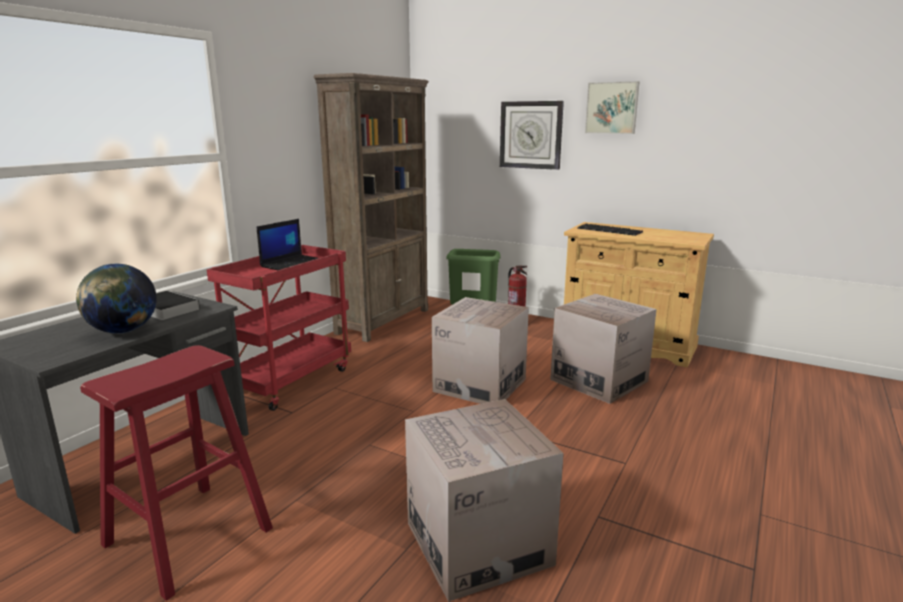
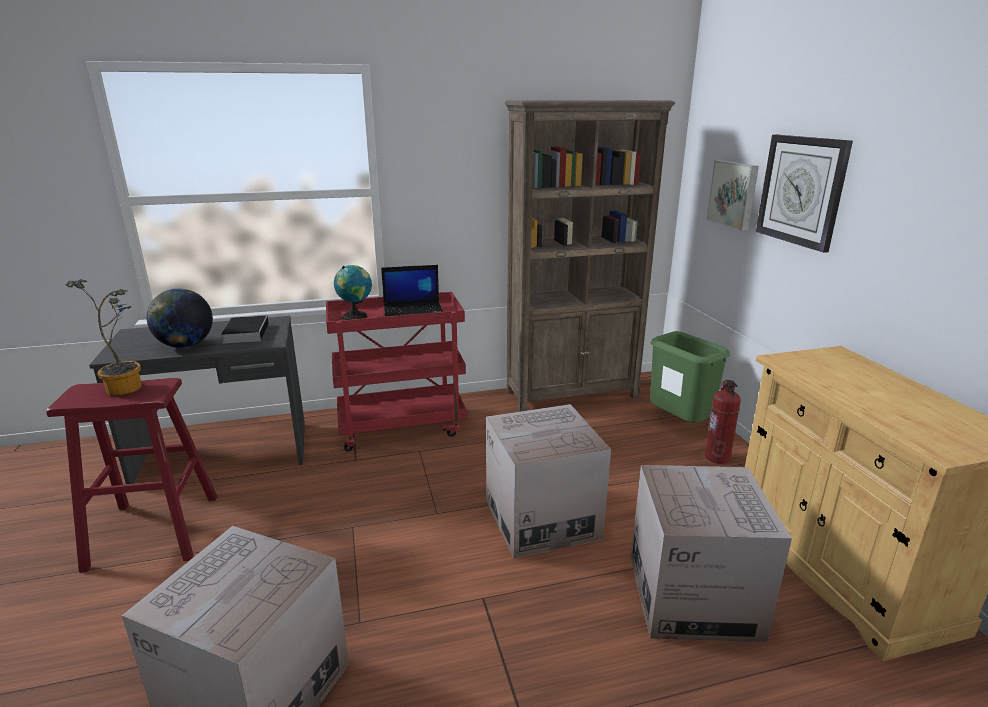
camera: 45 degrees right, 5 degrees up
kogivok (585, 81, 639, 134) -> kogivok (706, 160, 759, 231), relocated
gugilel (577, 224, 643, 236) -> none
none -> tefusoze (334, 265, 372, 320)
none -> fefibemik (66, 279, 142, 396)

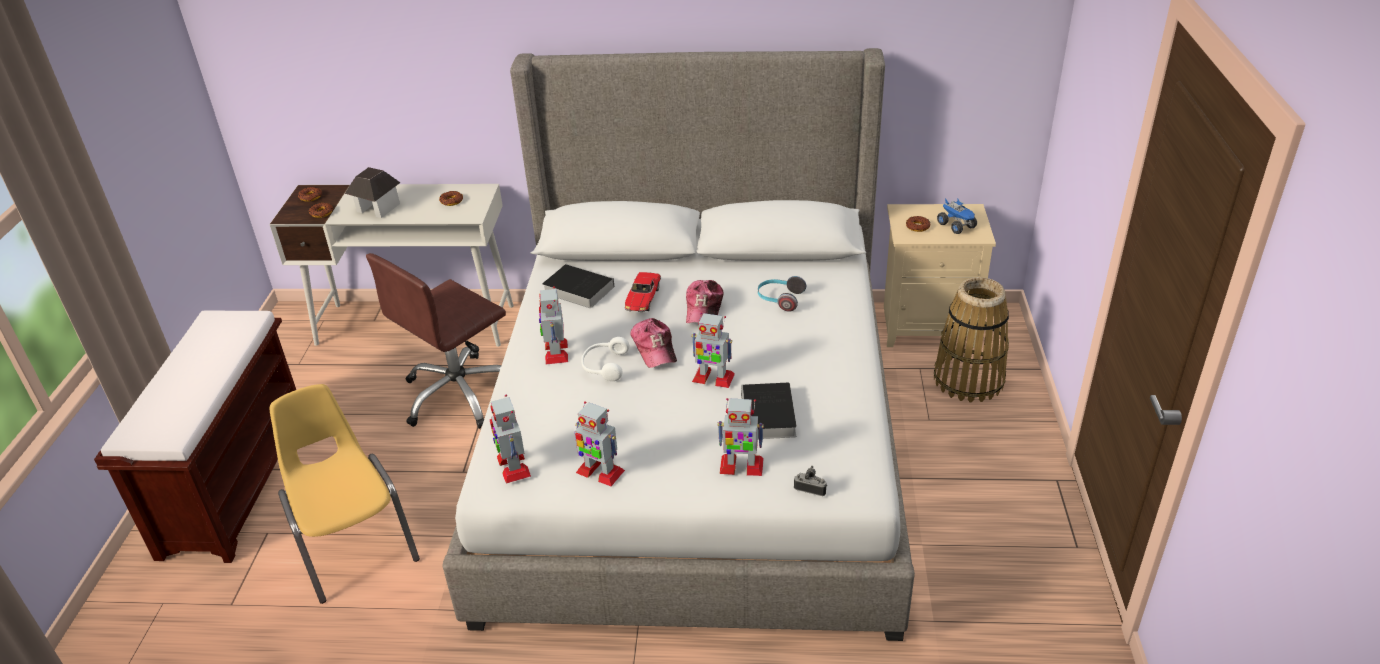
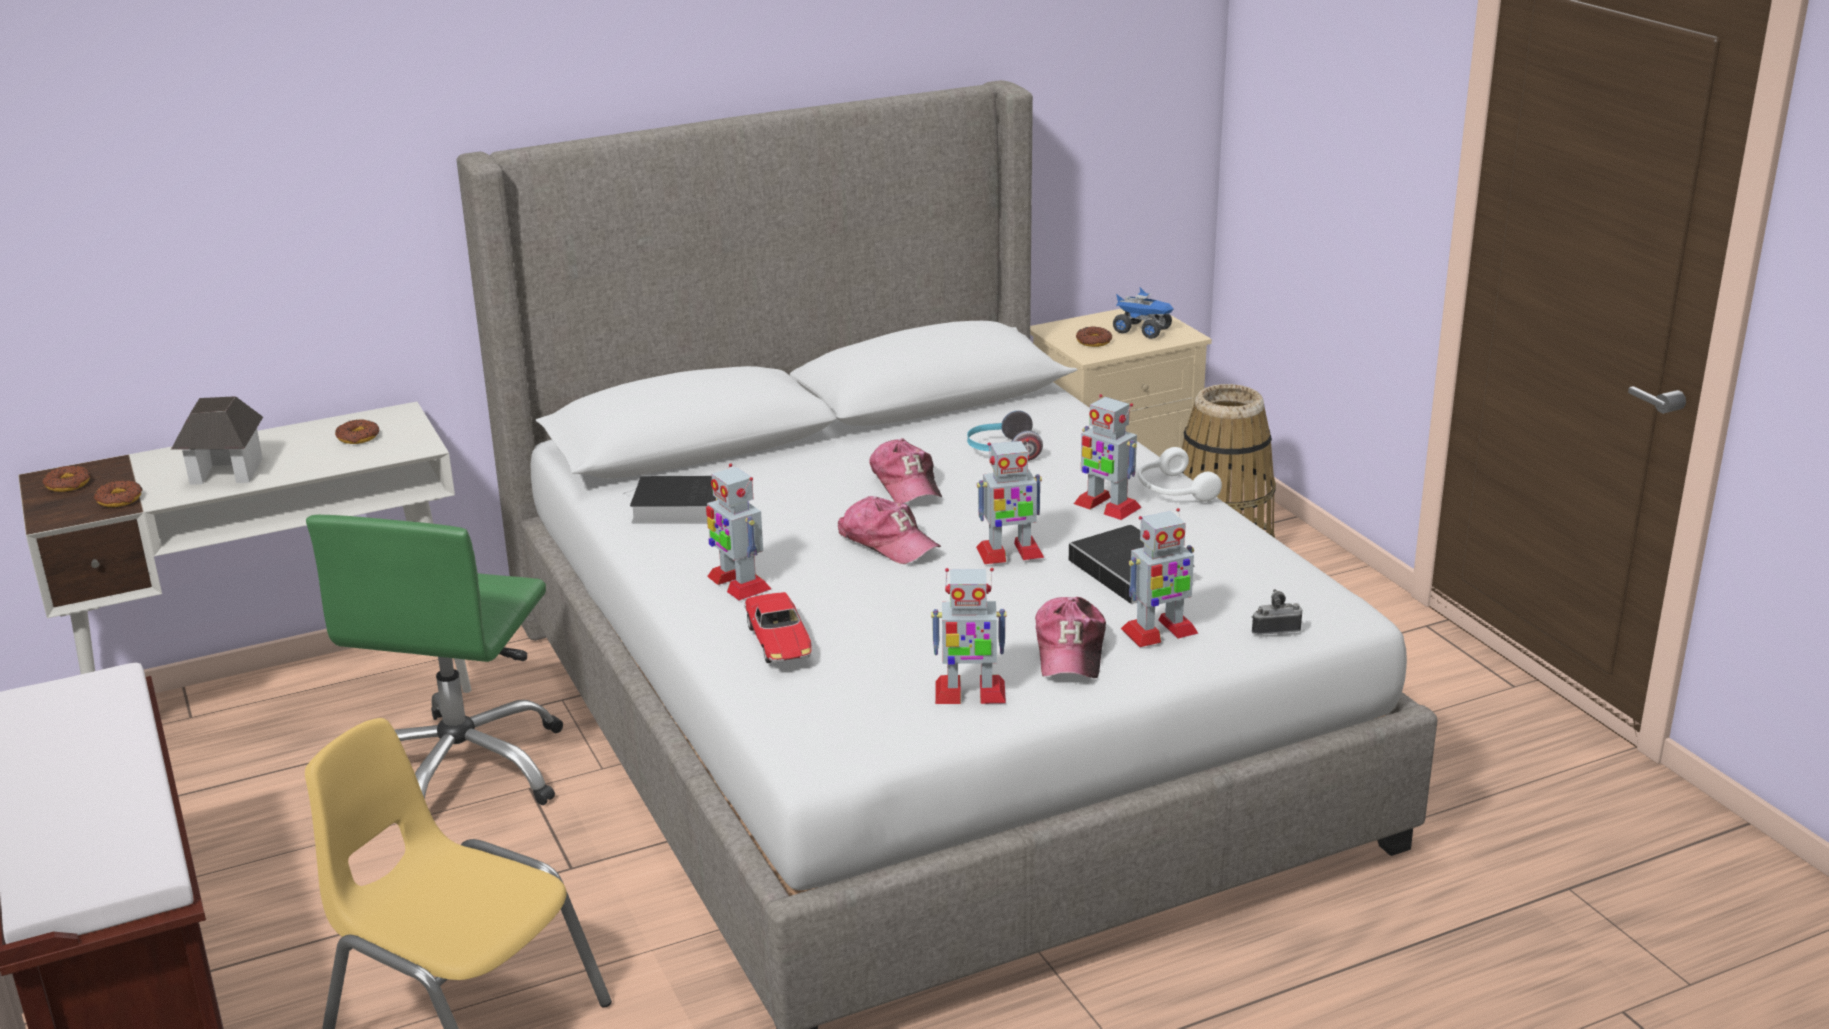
camera: 30 degrees left, 10 degrees down
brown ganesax (366, 253, 506, 429) -> green ganesax (306, 515, 563, 805)
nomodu (624, 272, 661, 312) -> nomodu (744, 592, 812, 663), relocated
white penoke (581, 337, 629, 381) -> white penoke (1138, 447, 1222, 502), relocated
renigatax (490, 394, 531, 484) -> renigatax (1074, 394, 1142, 520), relocated
none -> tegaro (1035, 597, 1106, 678)

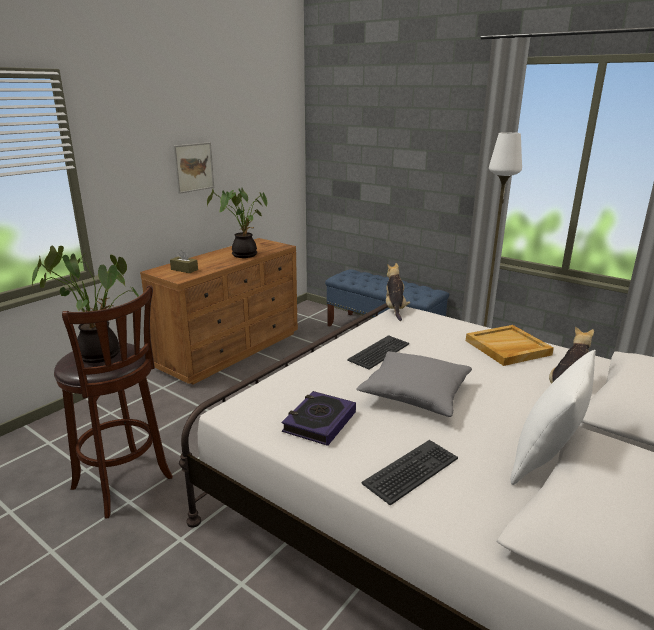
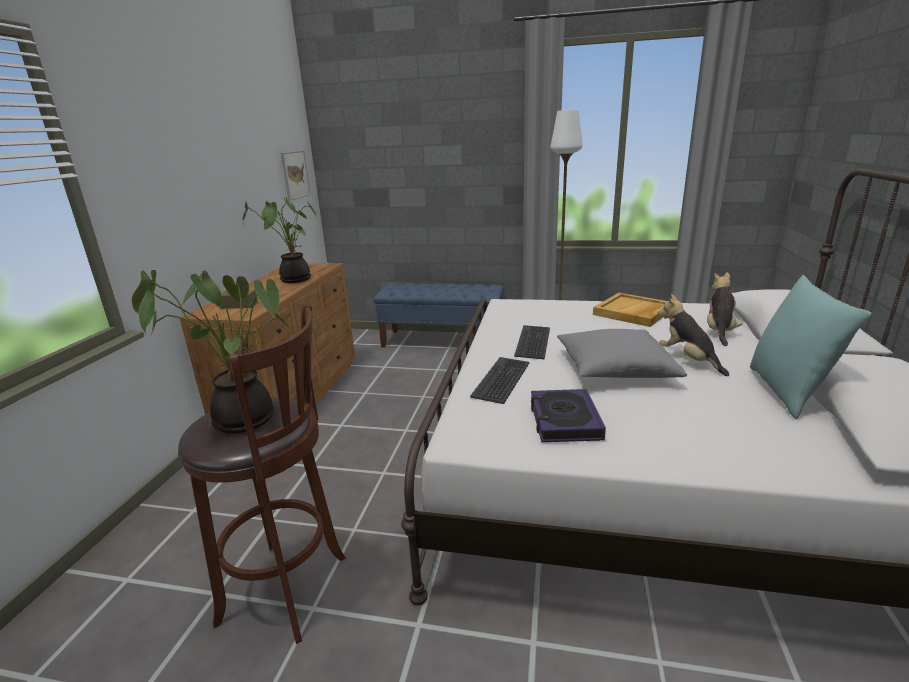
camera: 25 degrees left, 0 degrees up
kogivok (173, 142, 214, 194) -> kogivok (281, 150, 311, 201), relocated
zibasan (386, 263, 410, 321) -> zibasan (657, 294, 729, 376), relocated
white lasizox (511, 350, 596, 485) -> turquoise lasizox (750, 275, 872, 419)
gugilel (362, 440, 458, 506) -> gugilel (470, 357, 529, 404), relocated

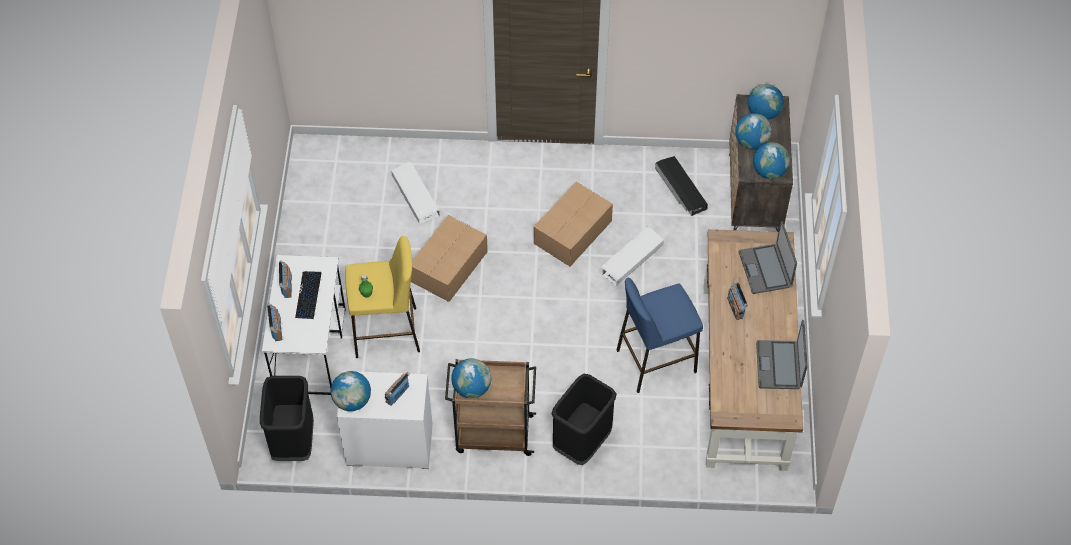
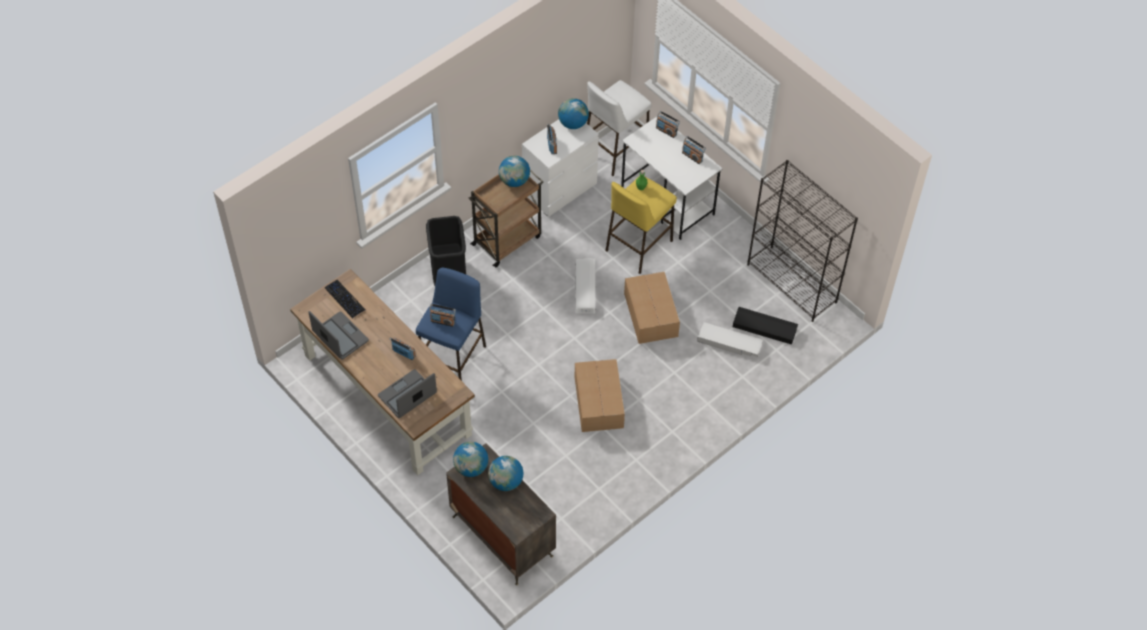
camera: 135 degrees right, 0 degrees up
tefusoze (748, 84, 784, 120) -> none
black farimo (655, 156, 708, 216) -> black farimo (733, 307, 798, 345), relocated
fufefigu (739, 221, 797, 294) -> fufefigu (378, 369, 437, 418), 75 degrees counterclockwise
white farimo (601, 226, 664, 286) -> white farimo (575, 258, 595, 314), relocated
gugilel (295, 271, 321, 319) -> gugilel (325, 280, 366, 319), relocated
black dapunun (260, 376, 314, 461) -> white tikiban (587, 80, 652, 176)
none -> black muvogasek (747, 160, 858, 322)
none -> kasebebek (429, 304, 456, 327)

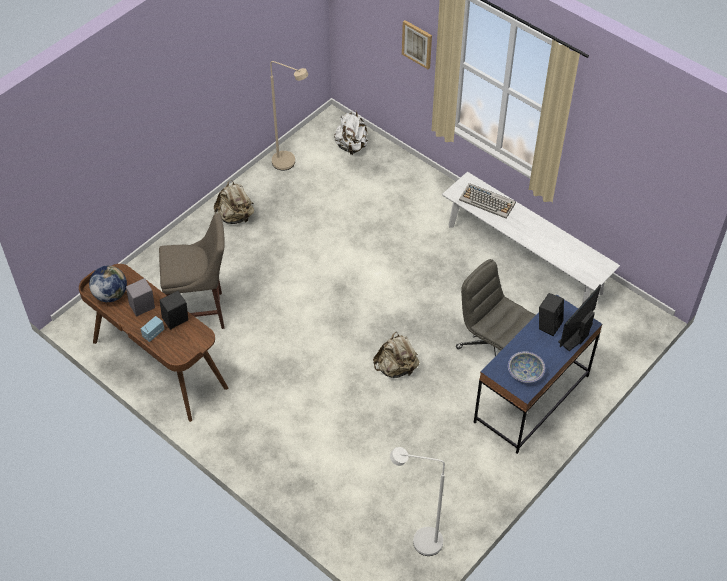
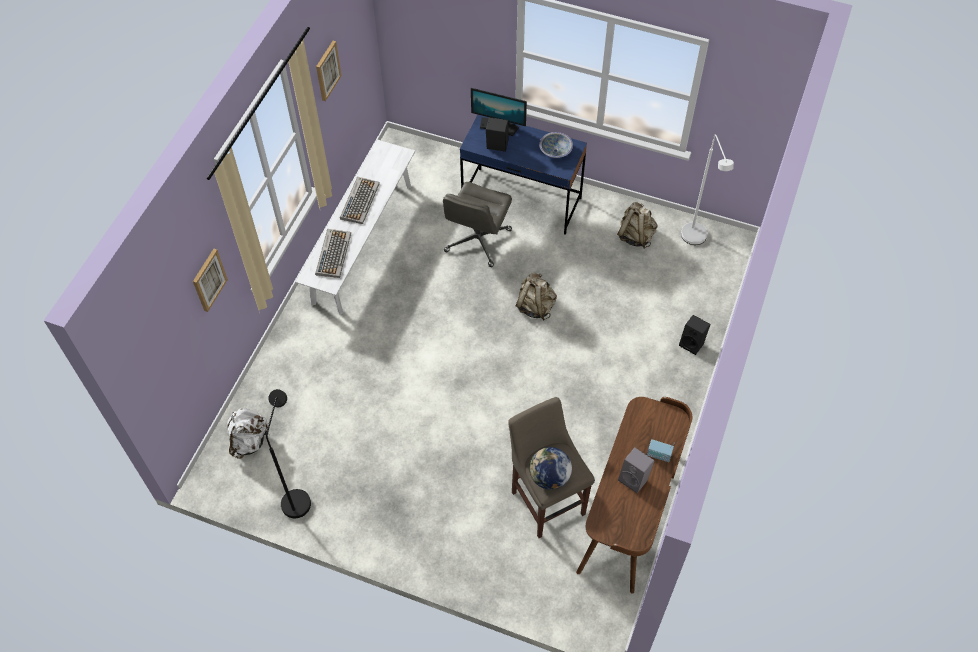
camera: 110 degrees left, 5 degrees up
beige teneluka (270, 61, 308, 170) -> black teneluka (266, 389, 311, 518)
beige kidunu (214, 180, 254, 224) -> beige kidunu (617, 202, 658, 248), relocated
tefusoze (89, 266, 127, 302) -> tefusoze (529, 447, 572, 490), relocated
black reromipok (160, 291, 188, 330) -> black reromipok (679, 315, 711, 355), relocated
none -> kogivok (316, 41, 342, 101)
none -> gugilel (340, 177, 380, 224)

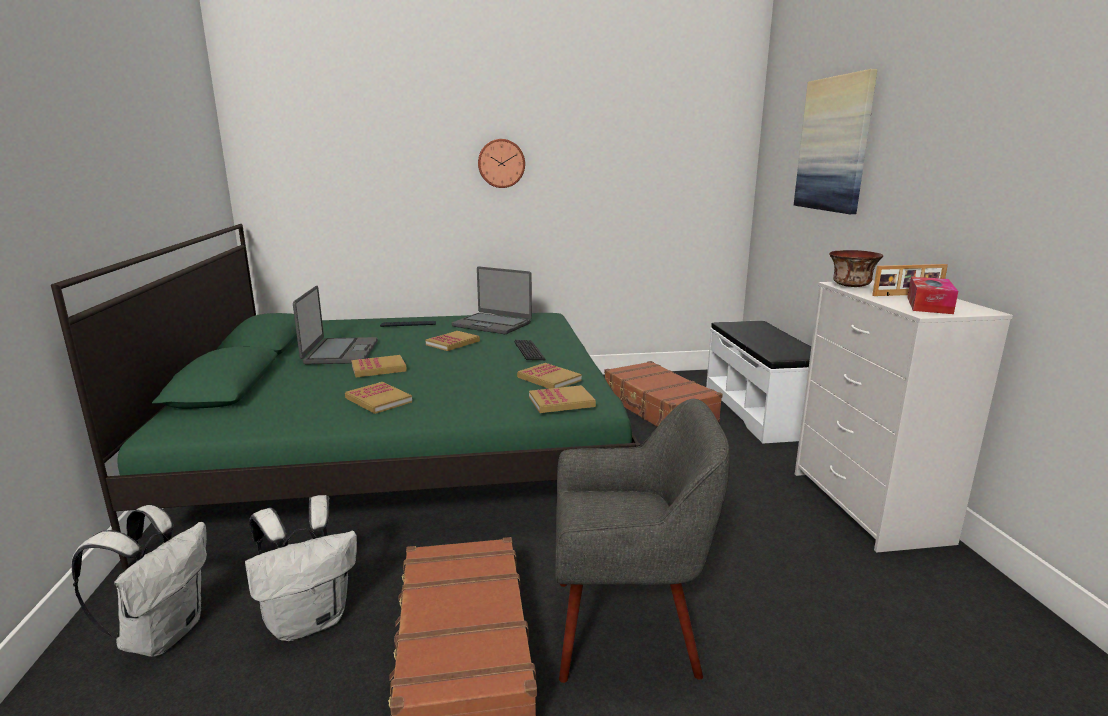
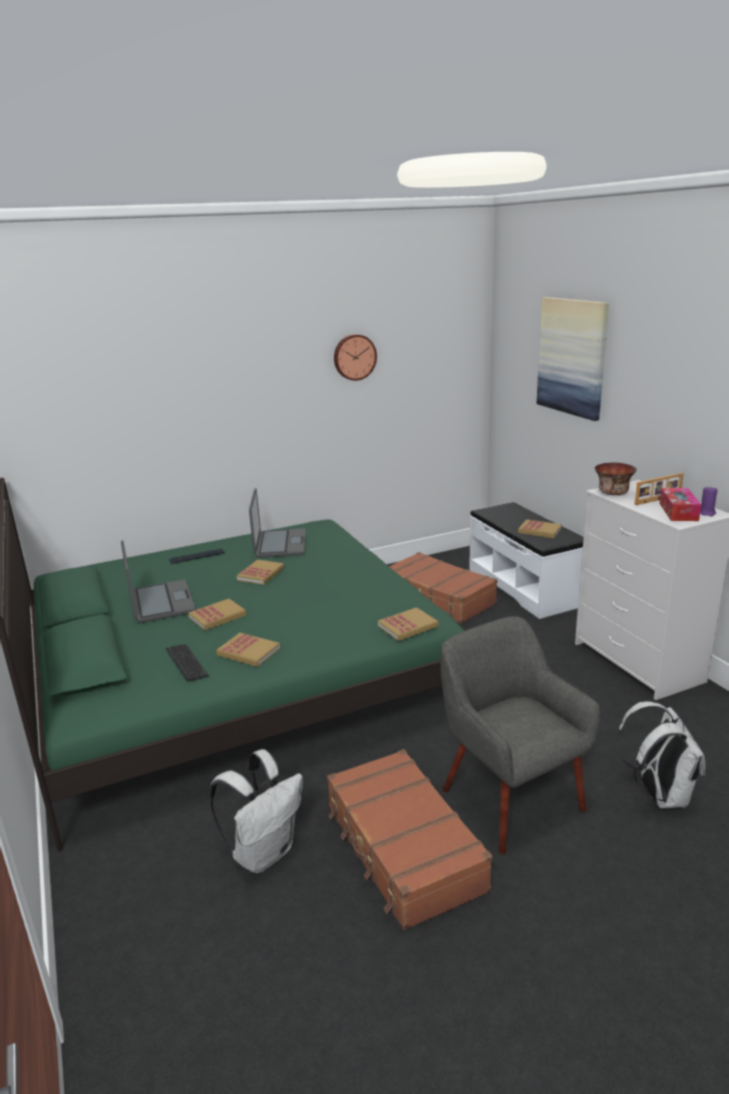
camera: 15 degrees left, 5 degrees up
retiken (478, 139, 525, 188) -> retiken (334, 334, 377, 381), relocated
fufefigu (452, 267, 532, 334) -> fufefigu (249, 488, 306, 558), 105 degrees counterclockwise
gugilel (514, 340, 546, 360) -> gugilel (166, 644, 209, 682), relocated
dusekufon (517, 363, 582, 389) -> dusekufon (518, 519, 562, 538), relocated
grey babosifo (555, 399, 730, 683) -> grey babosifo (440, 616, 600, 854), 105 degrees counterclockwise
white kidunu (72, 505, 207, 657) -> white kidunu (616, 701, 705, 809), relocated
none -> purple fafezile (700, 486, 717, 516)

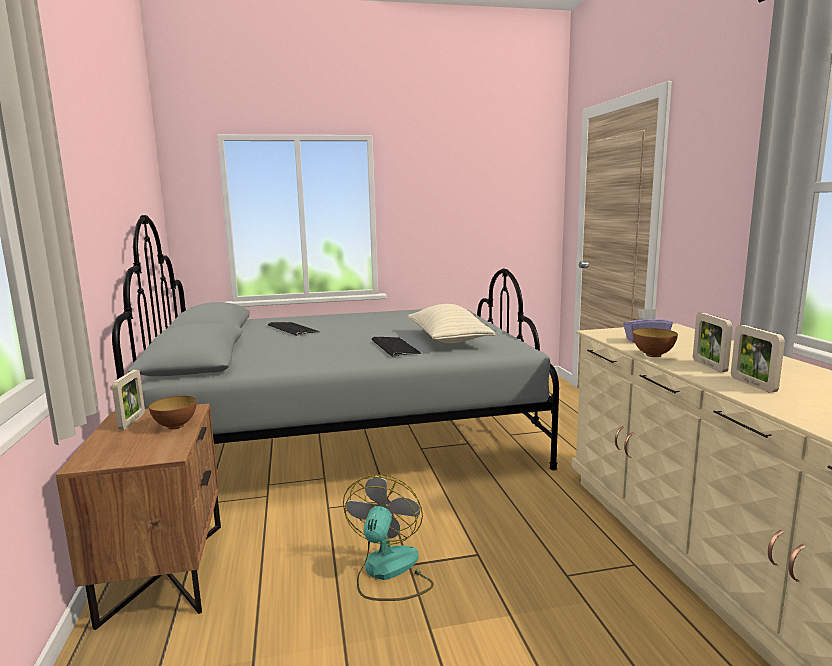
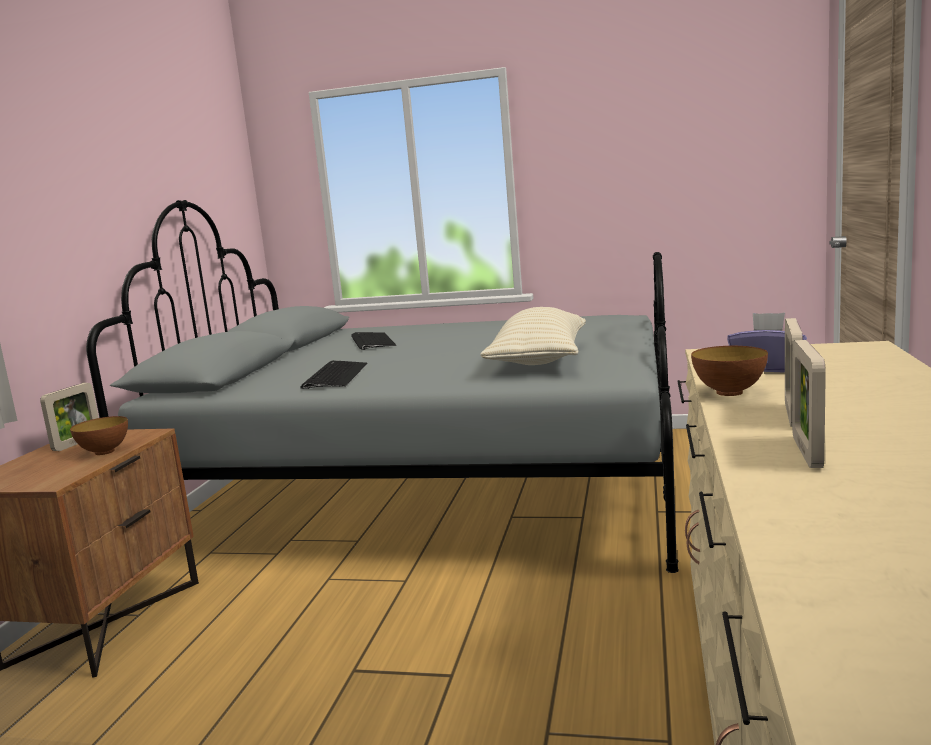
camera: 25 degrees right, 0 degrees up
gugilel (372, 337, 421, 357) -> gugilel (301, 360, 367, 389), relocated
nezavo (343, 475, 434, 601) -> none

